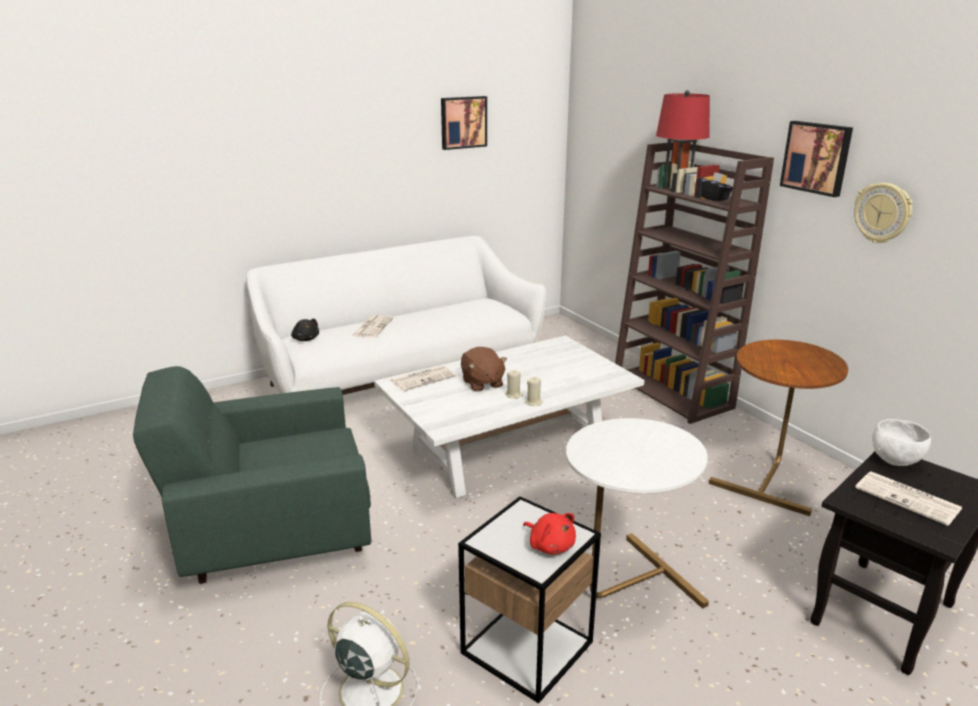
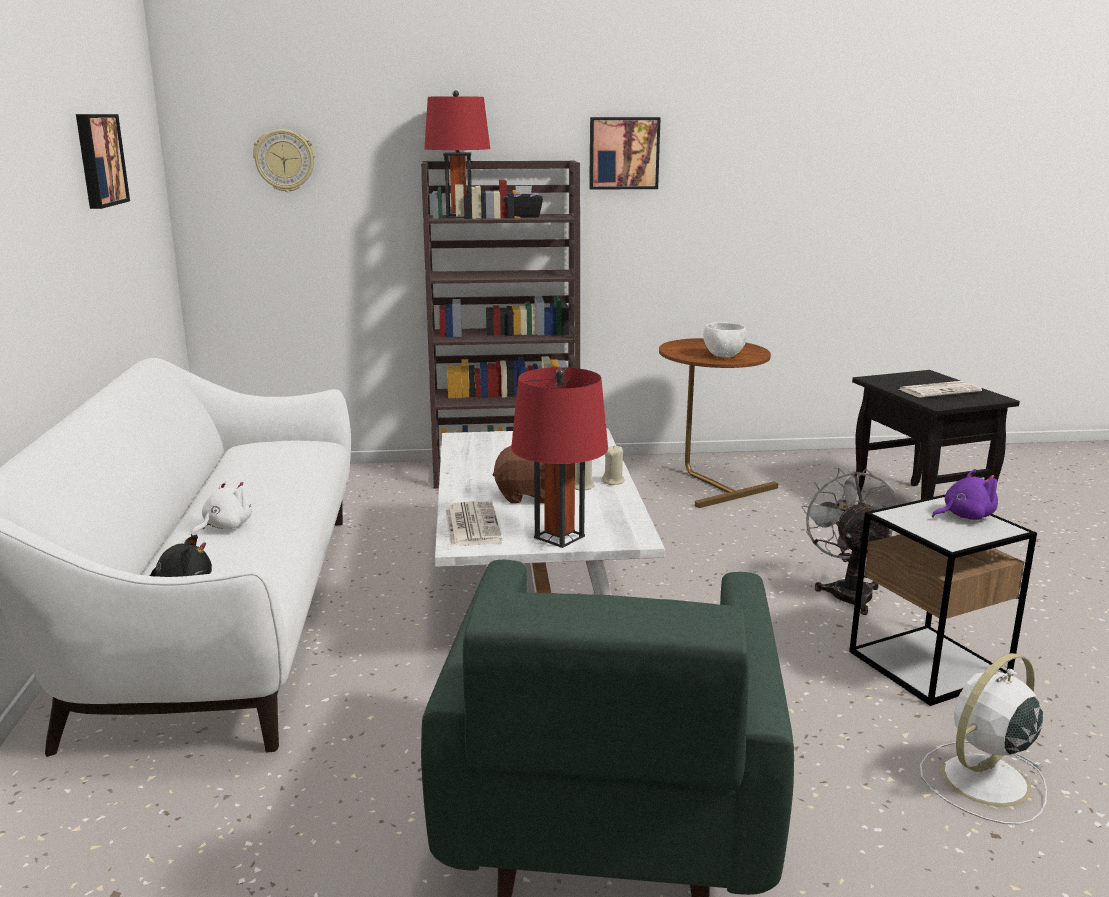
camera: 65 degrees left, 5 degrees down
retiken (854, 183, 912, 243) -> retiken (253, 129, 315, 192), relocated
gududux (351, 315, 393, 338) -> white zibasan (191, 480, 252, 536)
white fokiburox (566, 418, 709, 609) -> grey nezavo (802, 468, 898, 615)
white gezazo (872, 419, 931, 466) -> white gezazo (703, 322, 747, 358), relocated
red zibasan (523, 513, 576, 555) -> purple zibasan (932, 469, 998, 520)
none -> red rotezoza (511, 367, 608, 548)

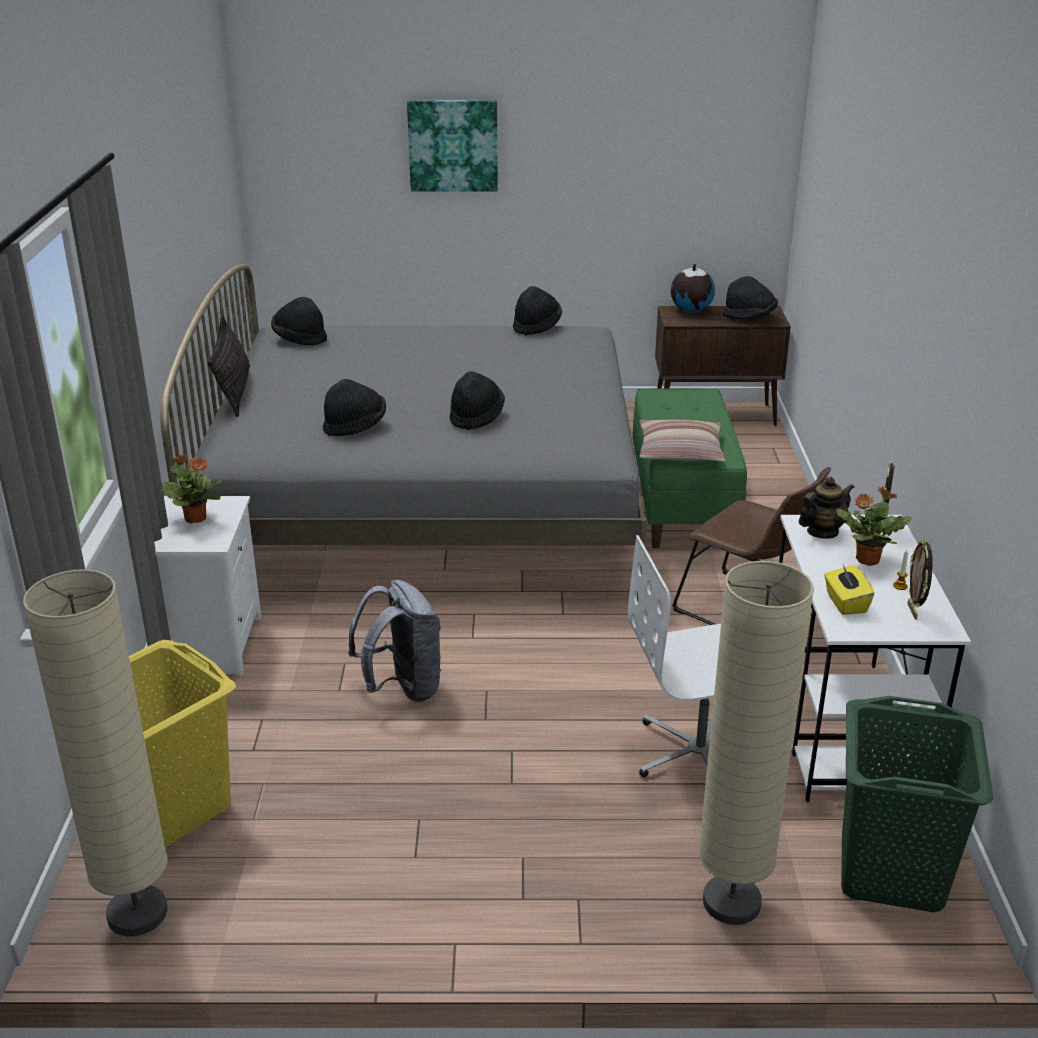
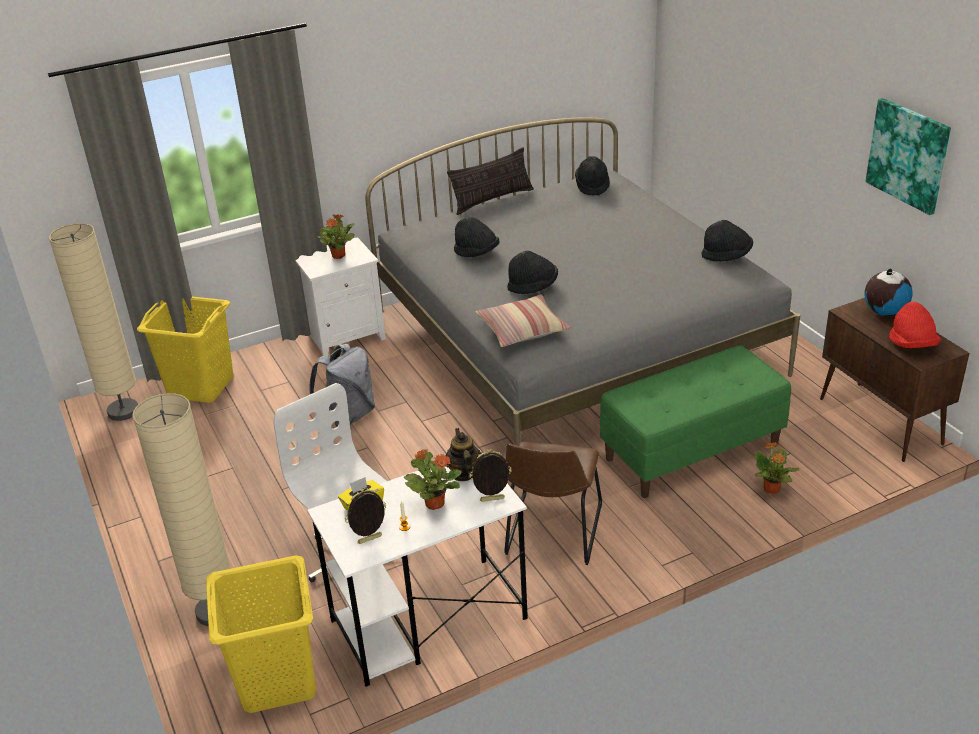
camera: 65 degrees right, 5 degrees up
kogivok (407, 100, 498, 192) -> kogivok (866, 98, 951, 215), relocated
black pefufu (723, 276, 778, 320) -> red pefufu (889, 302, 941, 348)
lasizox (640, 420, 725, 462) -> lasizox (475, 294, 571, 347), relocated
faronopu (799, 477, 854, 538) -> faronopu (446, 428, 482, 481), 135 degrees counterclockwise
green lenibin (841, 696, 994, 912) -> yellow lenibin (206, 555, 316, 713)
none -> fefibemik (755, 442, 799, 494)

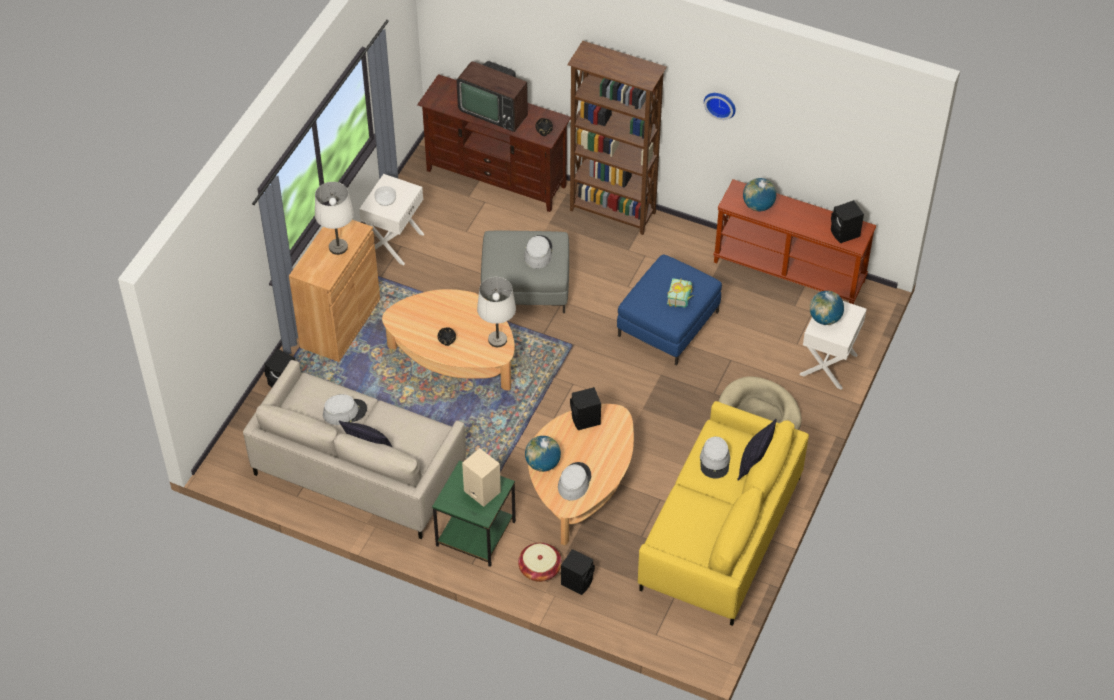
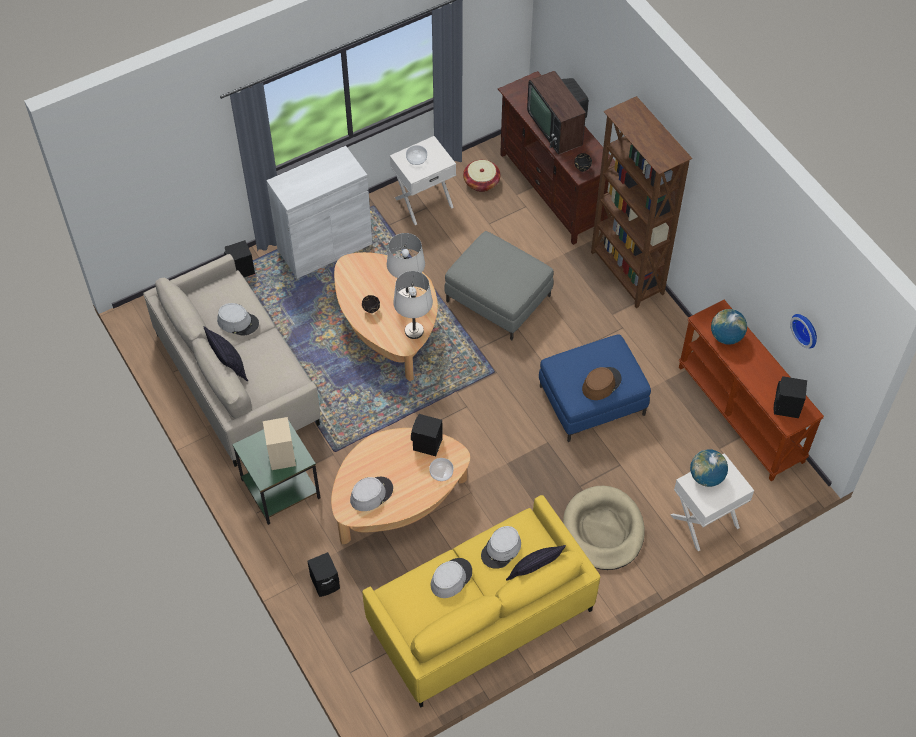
camera: 35 degrees right, 5 degrees up
retiken (704, 93, 736, 120) -> retiken (790, 314, 817, 348), relocated
white rotezoza (315, 182, 354, 255) -> white rotezoza (387, 233, 425, 298), relocated
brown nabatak (289, 220, 380, 362) -> white nabatak (266, 146, 372, 279)
grey pefufu (524, 235, 552, 269) -> grey pefufu (431, 558, 472, 598), relocated
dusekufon (667, 278, 694, 308) -> brown pefufu (582, 367, 621, 400)
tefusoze (525, 436, 561, 472) -> none
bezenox (518, 543, 562, 582) -> bezenox (463, 160, 500, 192), relocated
none -> gezazo (429, 458, 453, 481)

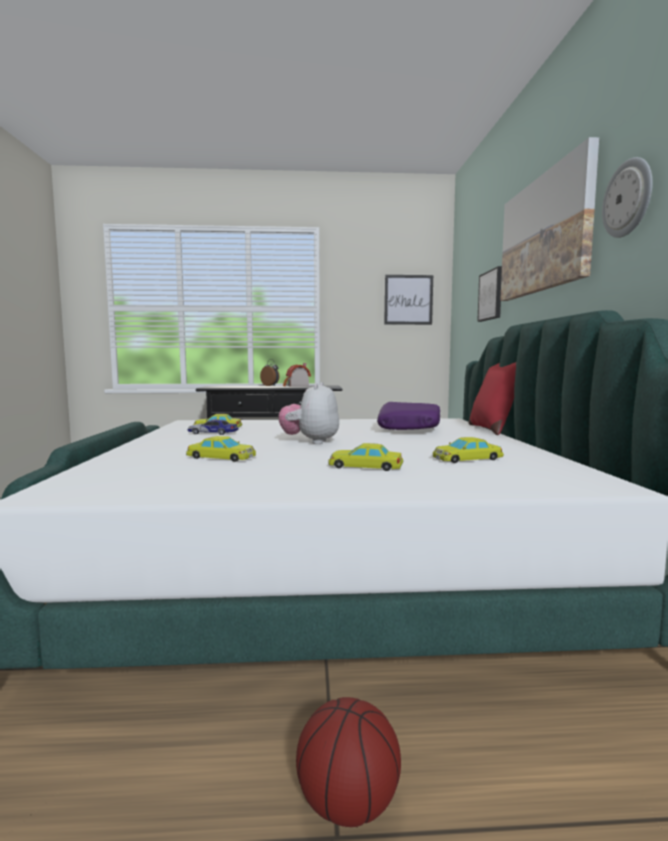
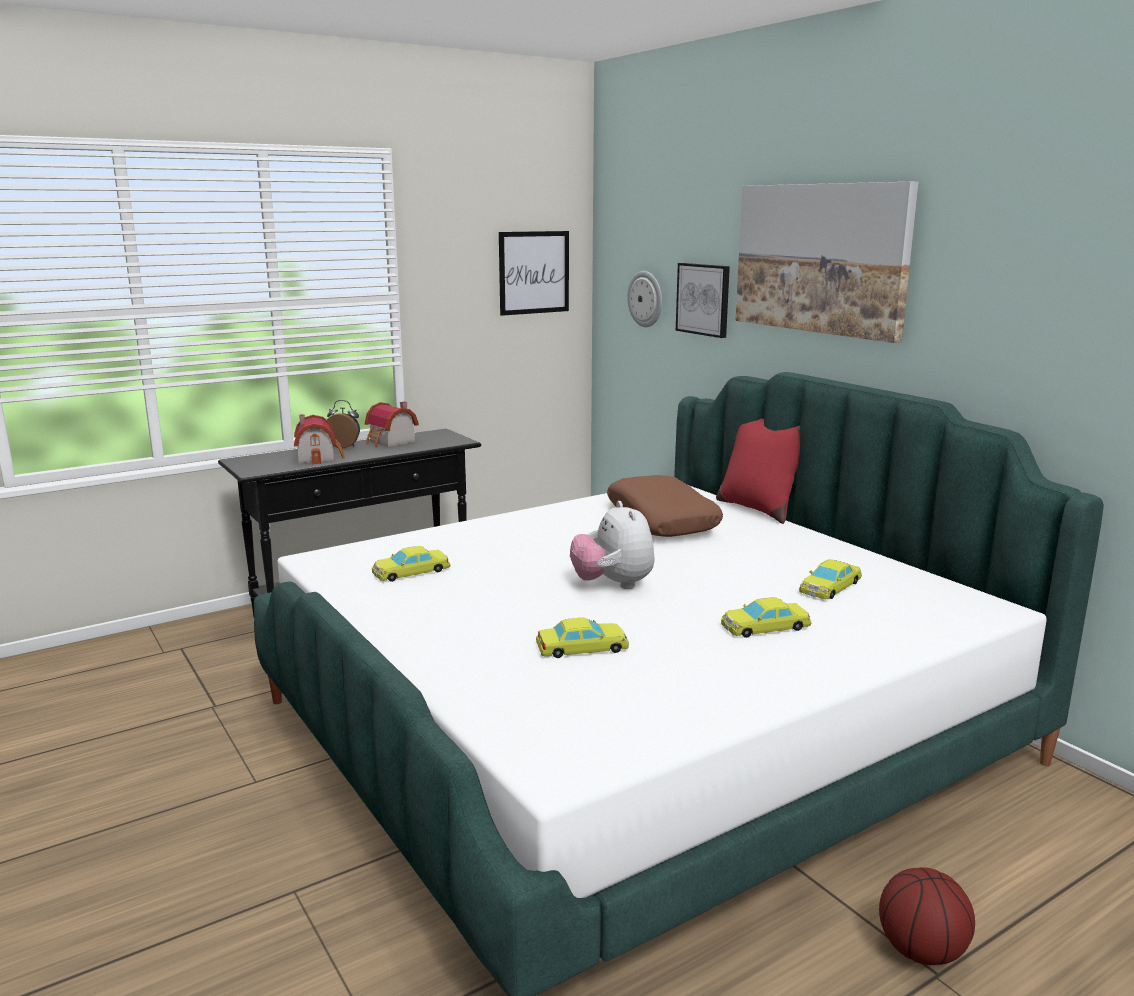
camera: 30 degrees left, 10 degrees up
retiken (602, 157, 653, 238) -> retiken (627, 271, 662, 327), relocated
purple lasizox (377, 402, 440, 430) -> brown lasizox (607, 475, 723, 537)
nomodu (187, 419, 239, 435) -> none
none -> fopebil (294, 414, 345, 465)

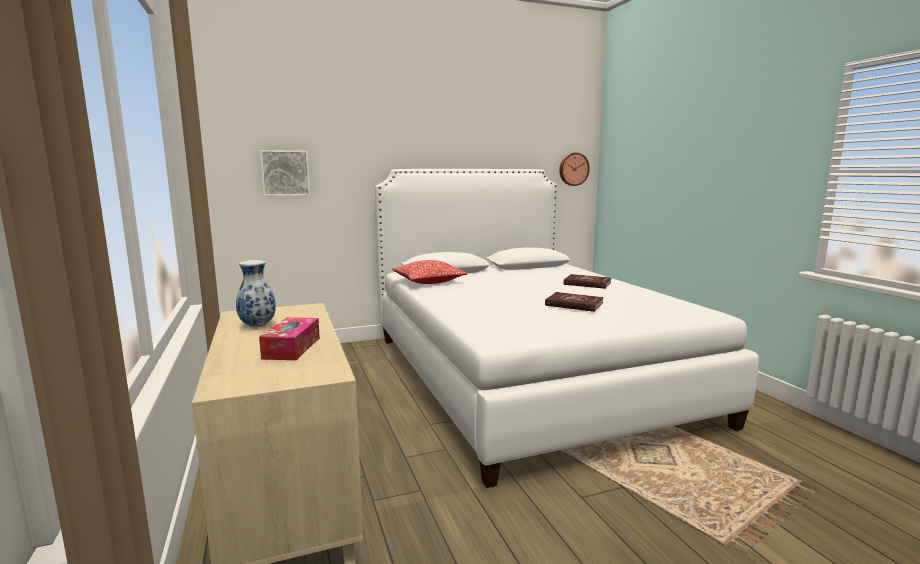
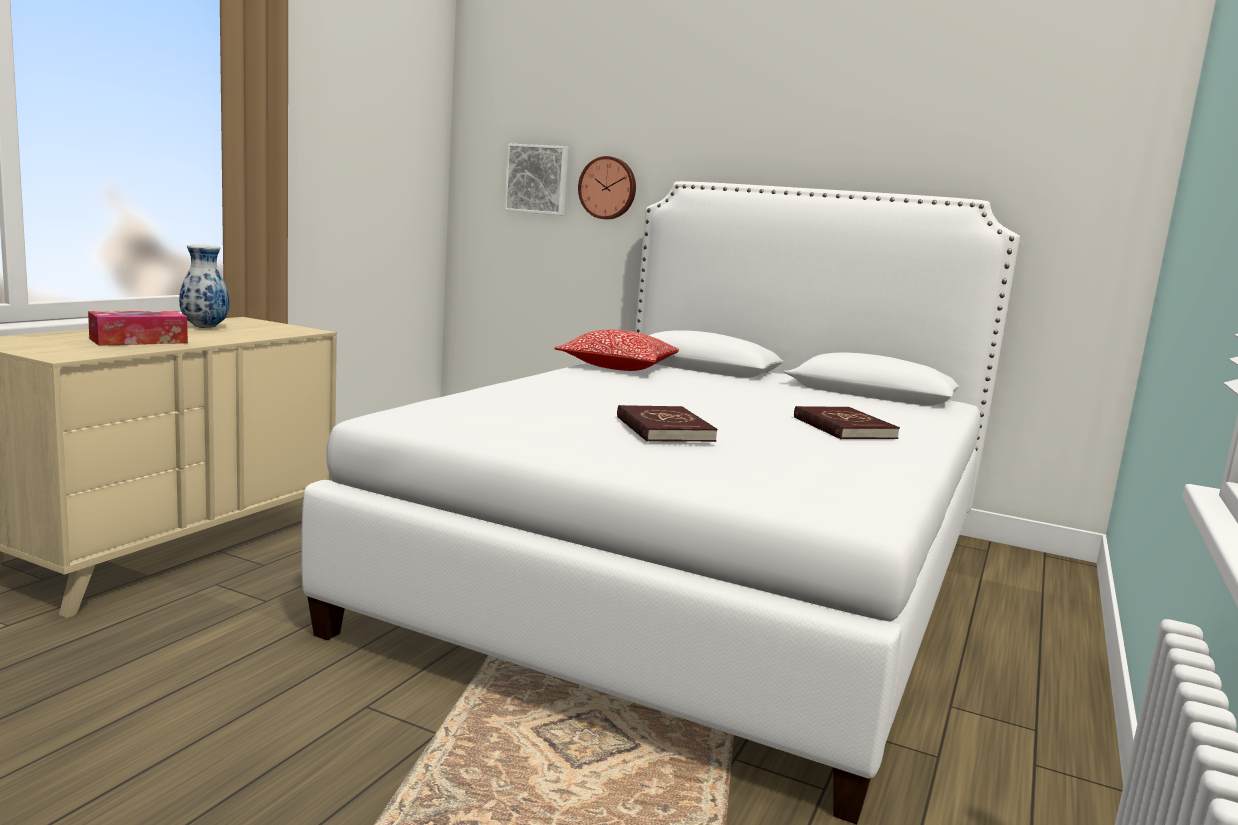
camera: 45 degrees right, 0 degrees up
retiken (559, 153, 590, 186) -> retiken (578, 156, 636, 219), relocated

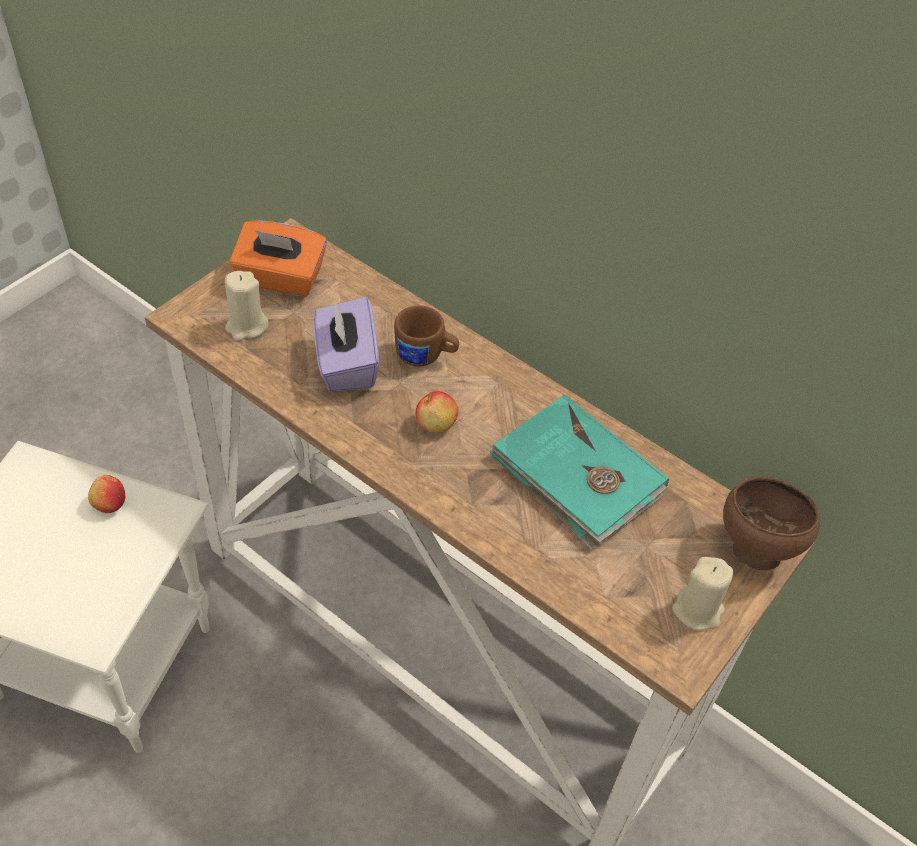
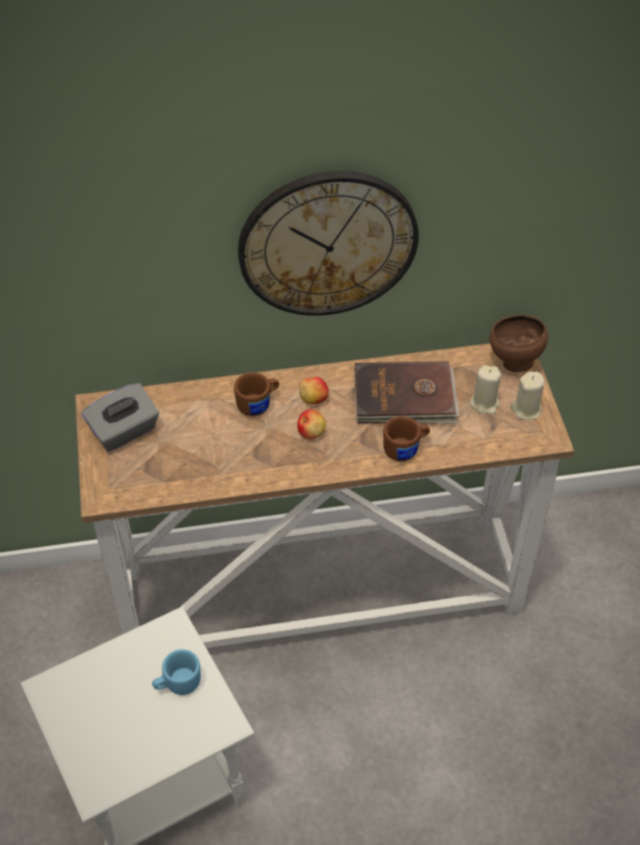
camera: 45 degrees left, 0 degrees up
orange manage (230, 220, 327, 297) -> grey manage (82, 383, 159, 451)
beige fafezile (225, 271, 268, 341) -> beige fafezile (470, 365, 501, 415), relocated
purple manage (314, 297, 379, 391) -> none
turquoise dusekufon (490, 394, 669, 550) -> brown dusekufon (355, 361, 459, 424)
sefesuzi (88, 475, 125, 513) -> sefesuzi (299, 377, 329, 404), relocated
none -> retiken (238, 171, 419, 316)
none -> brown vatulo (383, 416, 430, 461)
none -> blue vatulo (152, 649, 201, 695)

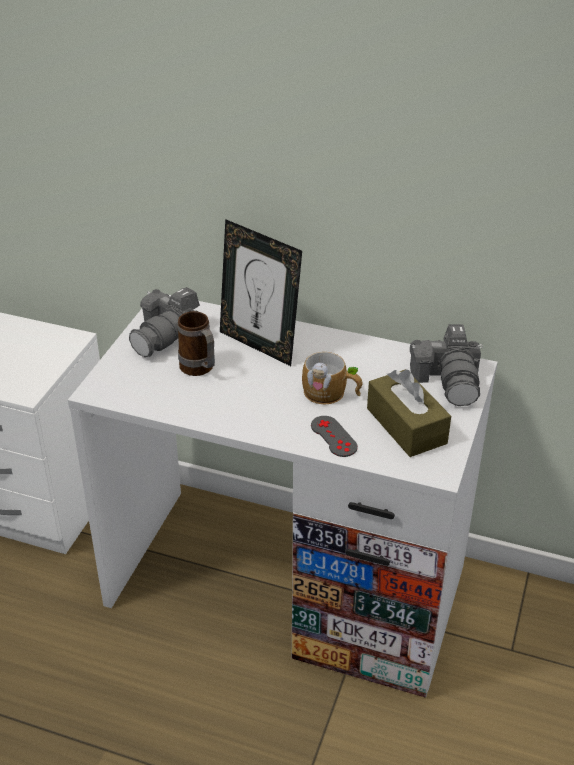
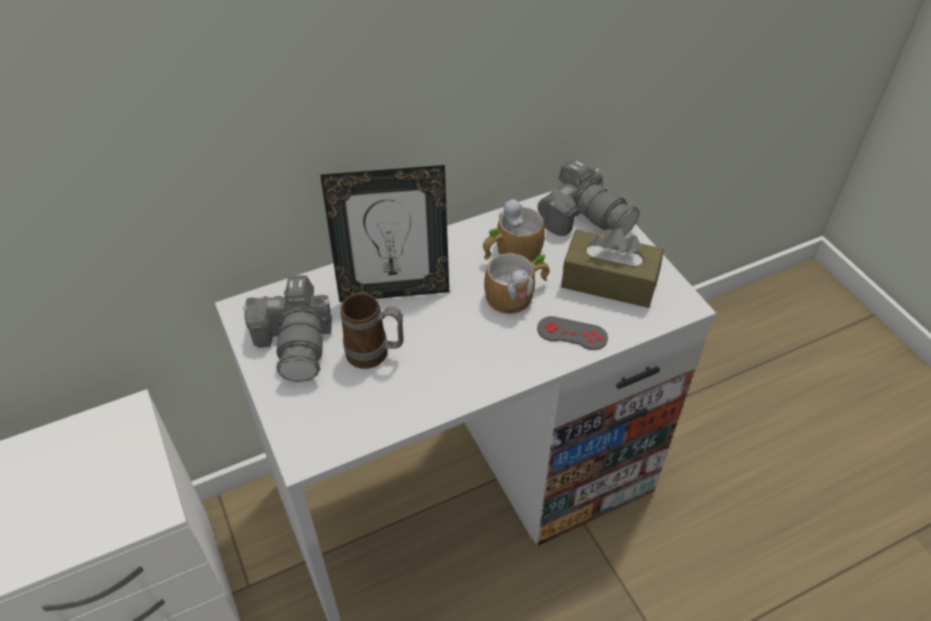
camera: 45 degrees left, 10 degrees up
none -> vatulo (483, 199, 545, 262)

